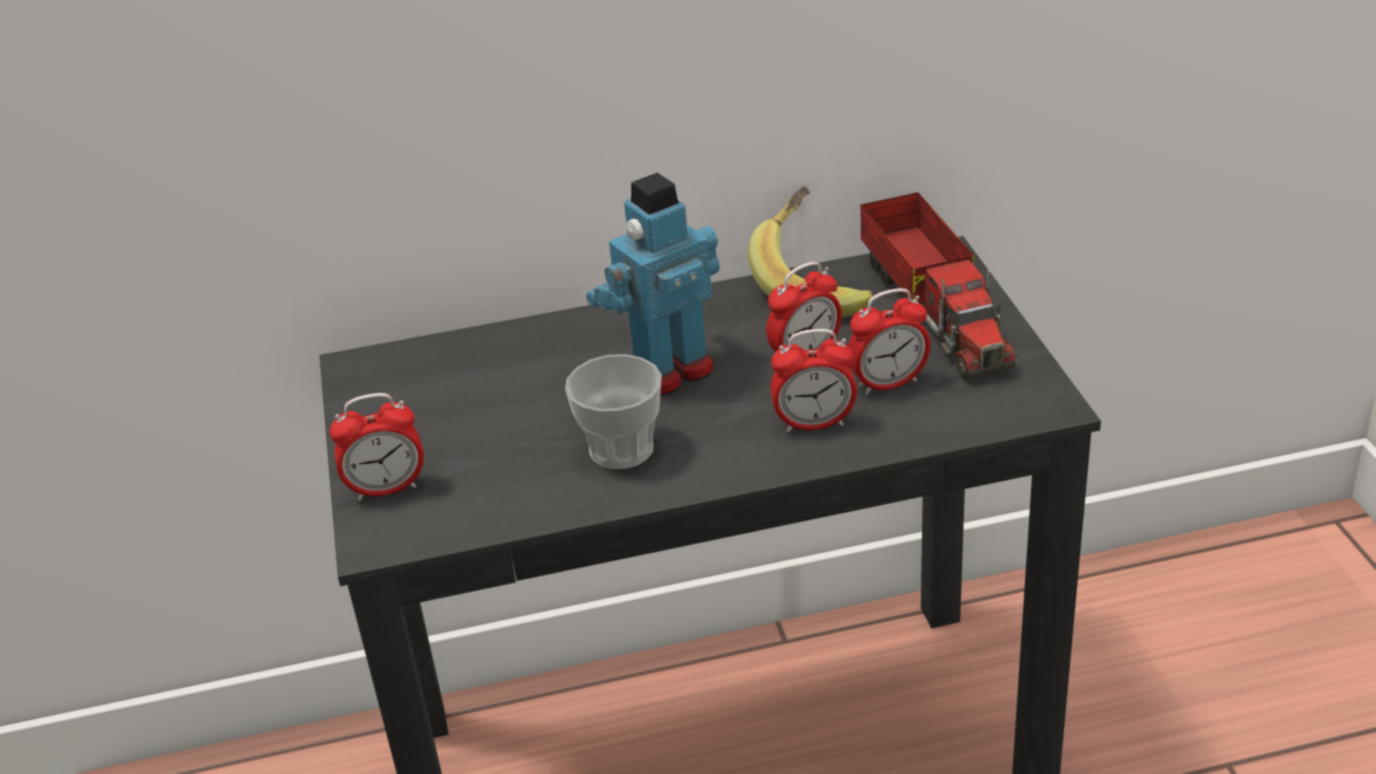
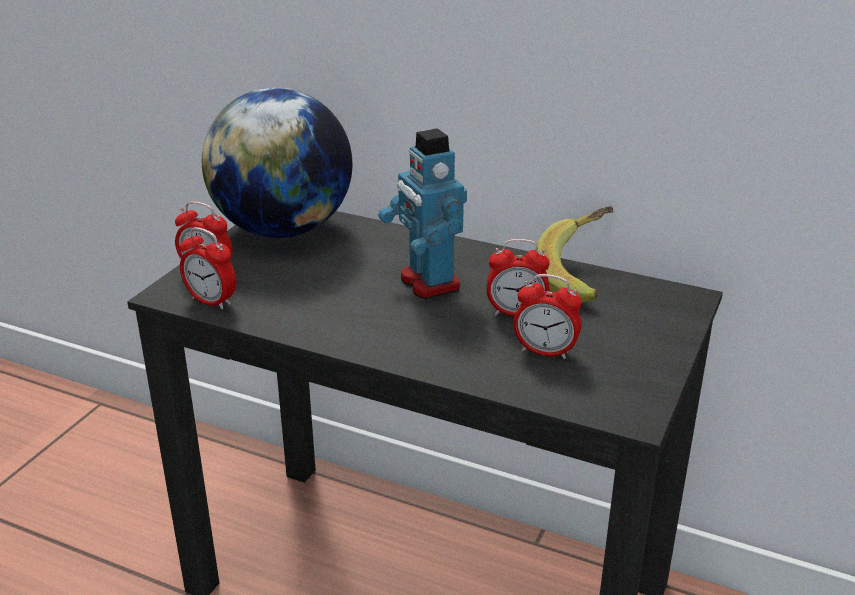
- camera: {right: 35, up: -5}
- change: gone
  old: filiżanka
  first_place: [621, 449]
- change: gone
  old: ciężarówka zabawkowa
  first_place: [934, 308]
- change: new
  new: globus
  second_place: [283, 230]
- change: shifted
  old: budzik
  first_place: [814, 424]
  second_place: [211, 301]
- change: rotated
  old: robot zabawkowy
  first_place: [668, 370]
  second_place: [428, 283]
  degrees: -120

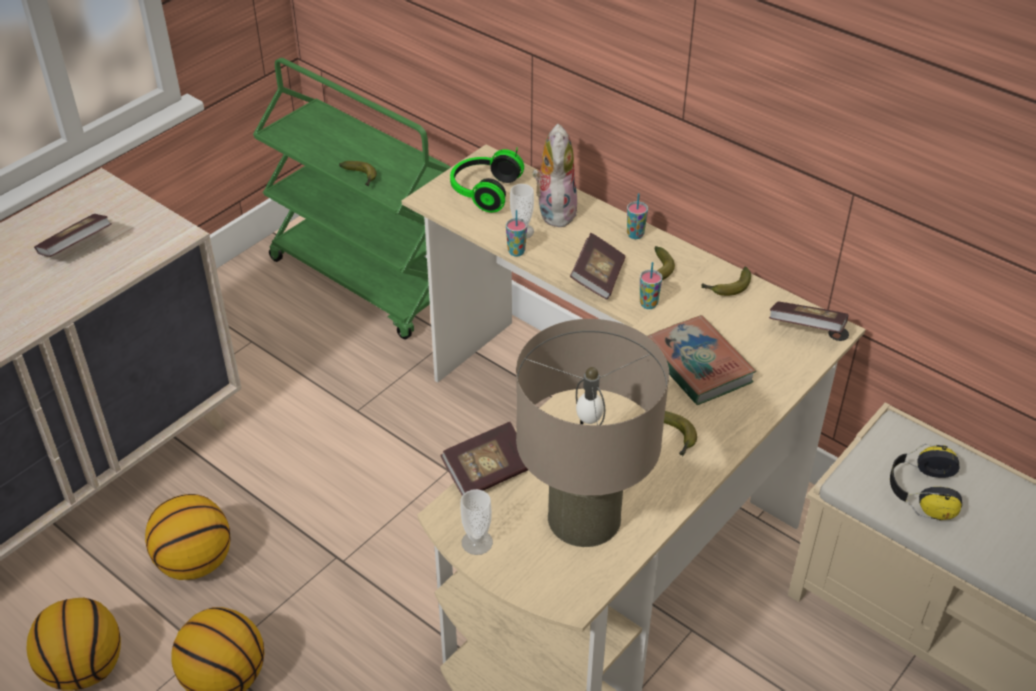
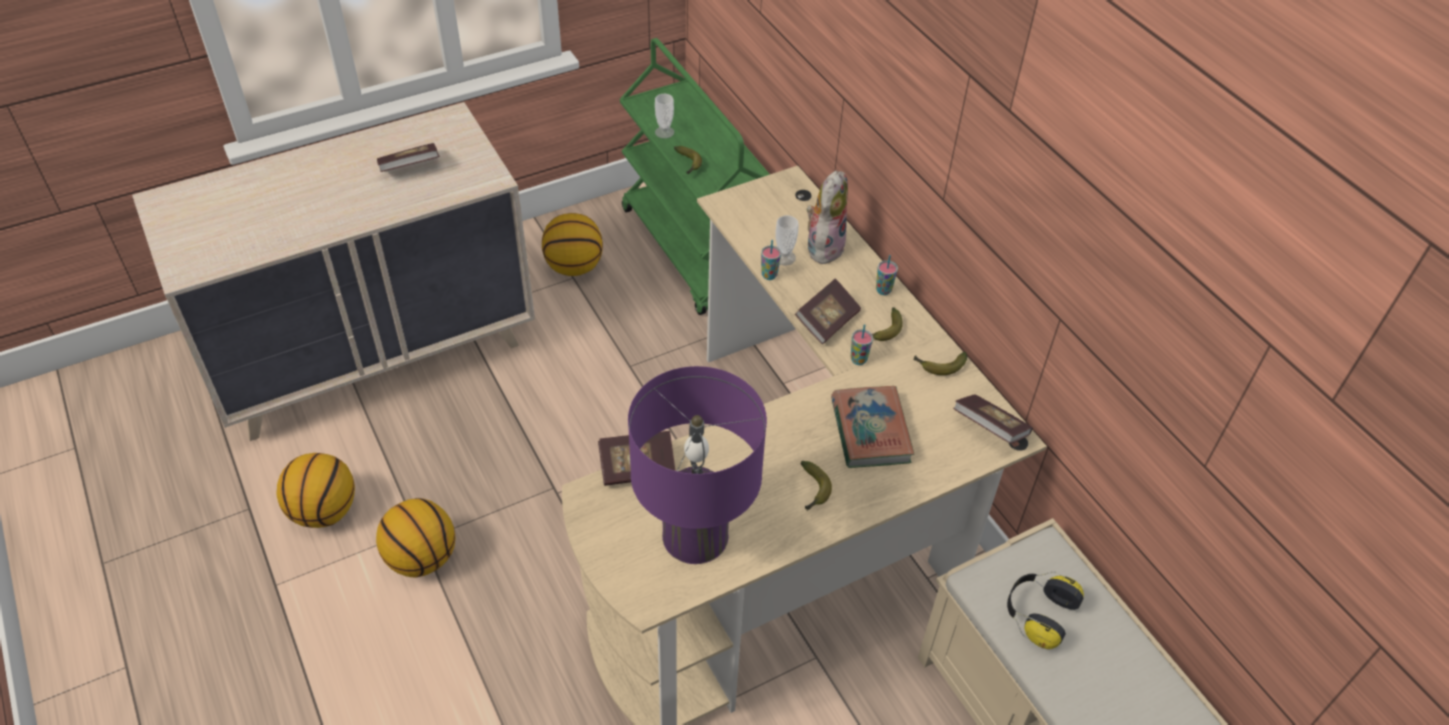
- camera: {right: 20, up: 5}
- change: gone
  old: słuchawki
  first_place: [483, 191]
- change: shifted
  old: piłka do koszykówki
  first_place: [194, 562]
  second_place: [574, 266]
- change: shifted
  old: filiżanka
  first_place: [477, 542]
  second_place: [664, 132]
- change: repainted
  old: lampa stołowa/beżowy
  new: lampa stołowa/fioletowy
  first_place: [584, 517]
  second_place: [695, 535]

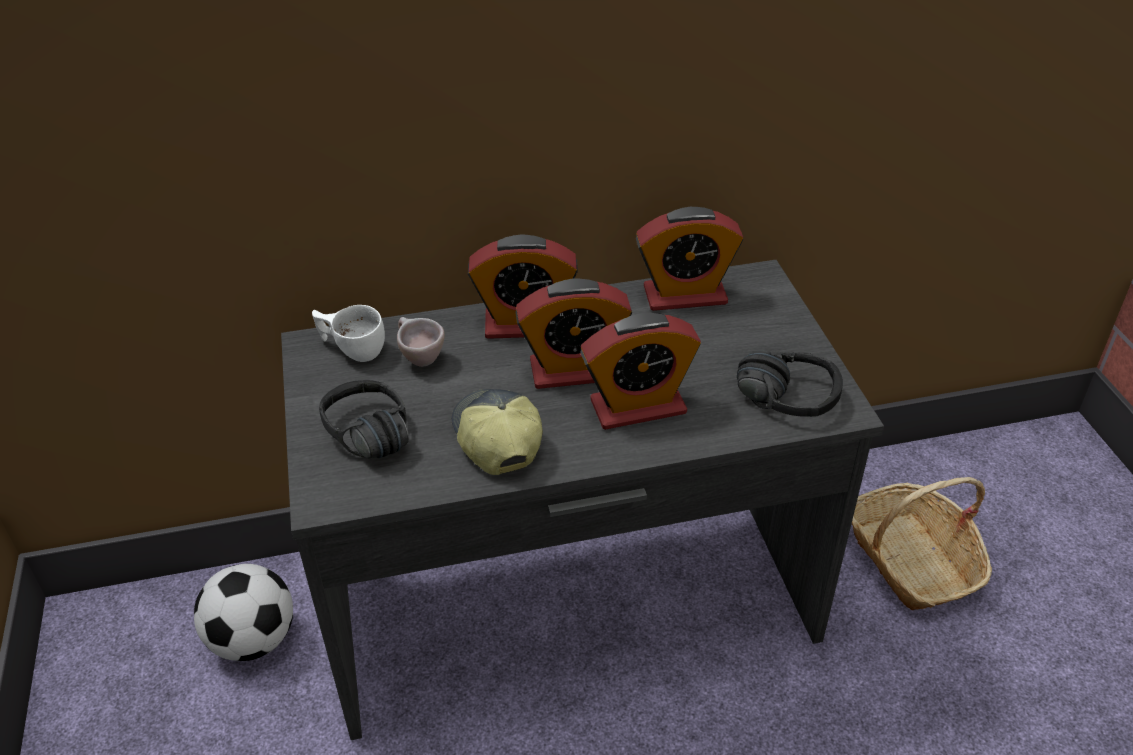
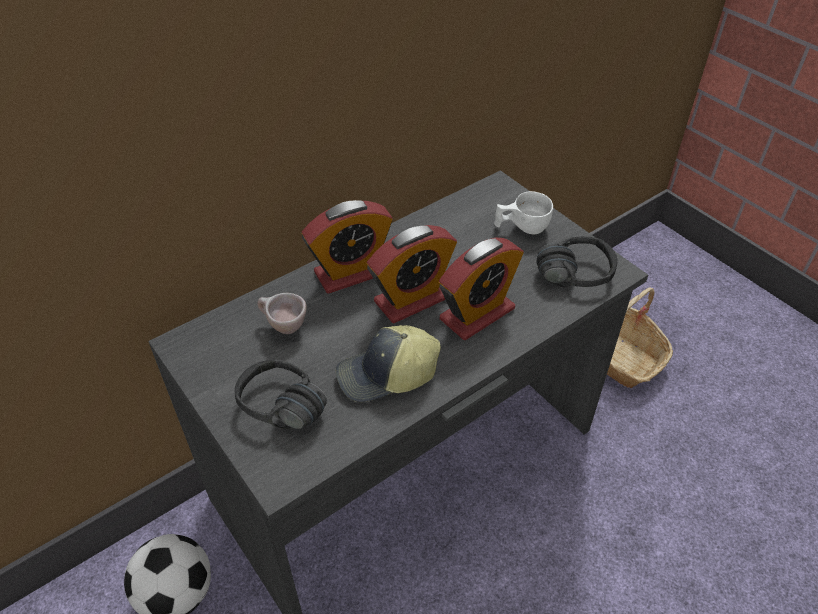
- camera: {right: -25, up: 5}
- change: gone
  old: budzik
  first_place: [685, 295]
- change: shifted
  old: filiżanka/biały
  first_place: [352, 349]
  second_place: [521, 227]
- change: rotated
  old: czapka z daszkiem
  first_place: [495, 439]
  second_place: [387, 375]
  degrees: -60

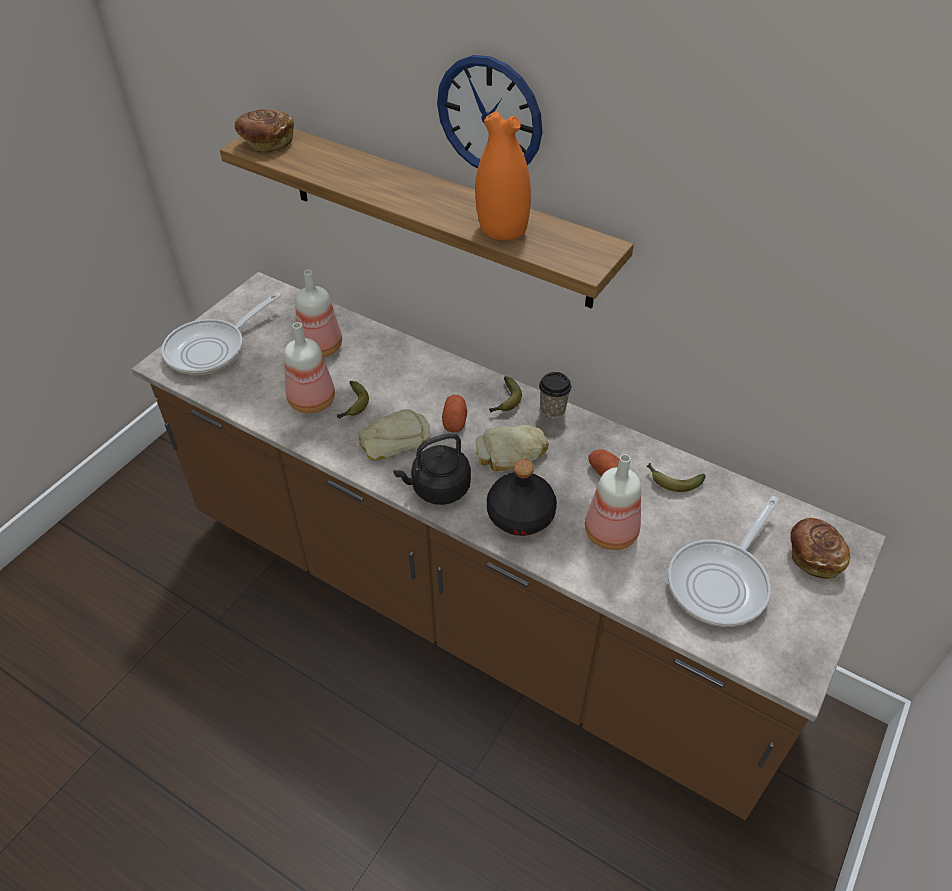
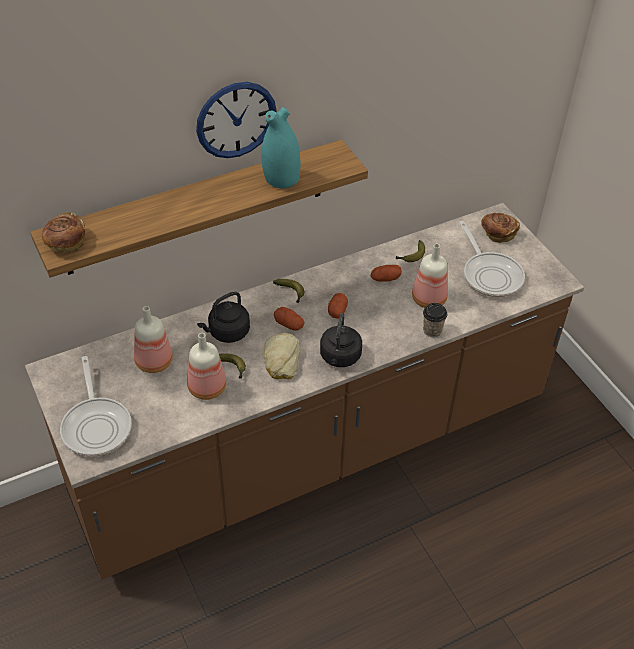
- camera: {right: -60, up: 0}
- change: gone
  old: butelka/czarny
  first_place: [521, 515]
- change: new
  new: czajnik/czarny
  second_place: [227, 332]
- change: shifted
  old: filiżanka
  first_place: [553, 410]
  second_place: [432, 330]
- change: swapped
  old: chleb
  new: ziemniak
  first_place: [512, 453]
  second_place: [337, 310]
- change: repainted
  old: wazon/pomarańczowy
  new: wazon/turkusowy
  first_place: [502, 228]
  second_place: [281, 179]

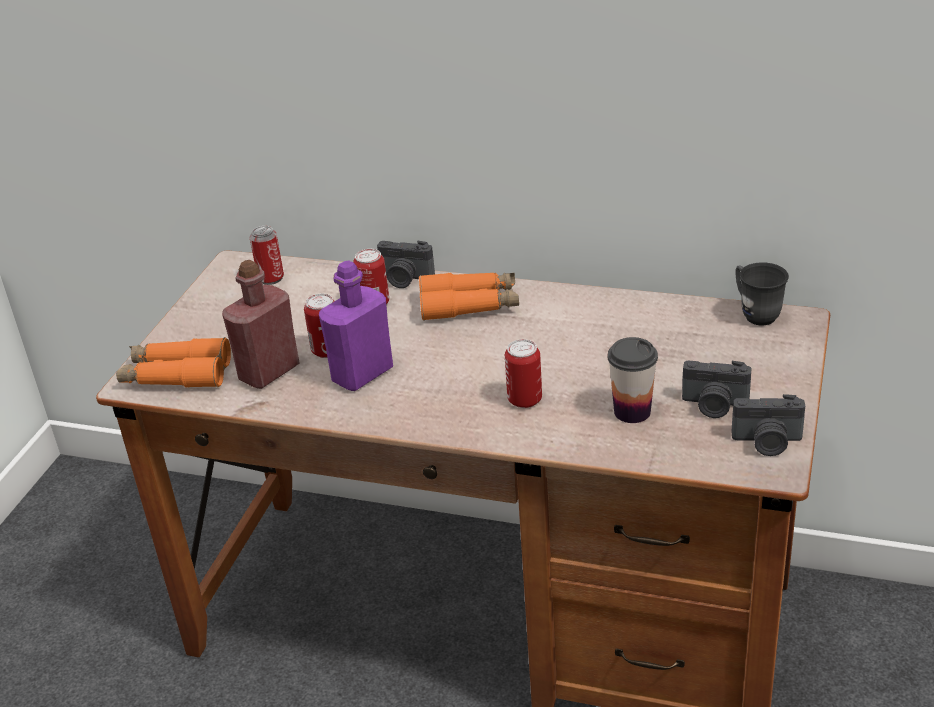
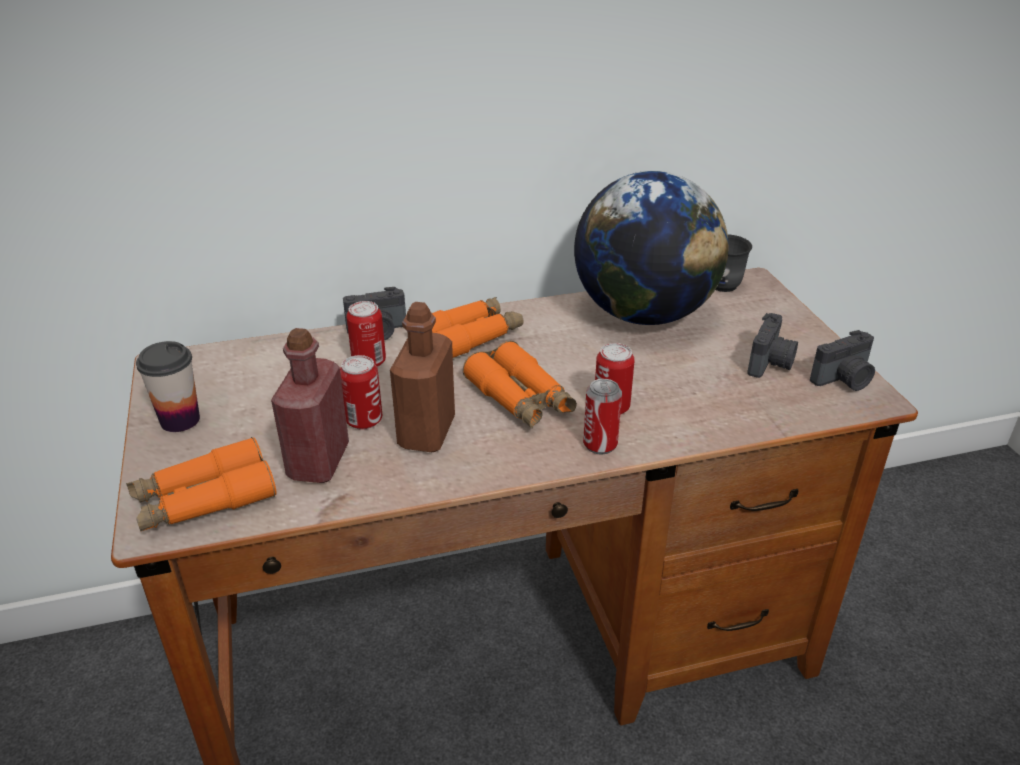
- camera: {right: -35, up: 0}
- change: new
  new: lornetka/pomarańczowy
  second_place: [520, 399]
- change: new
  new: globus
  second_place: [643, 314]
- change: shifted
  old: puszka
  first_place: [271, 278]
  second_place: [600, 445]
- change: shifted
  old: filiżanka
  first_place: [632, 411]
  second_place: [180, 420]
- change: repainted
  old: butelka/fioletowy
  new: butelka/brązowy
  first_place: [362, 374]
  second_place: [426, 432]
- change: rotated
  old: aparat fotograficzny
  first_place: [714, 405]
  second_place: [771, 363]
  degrees: -45

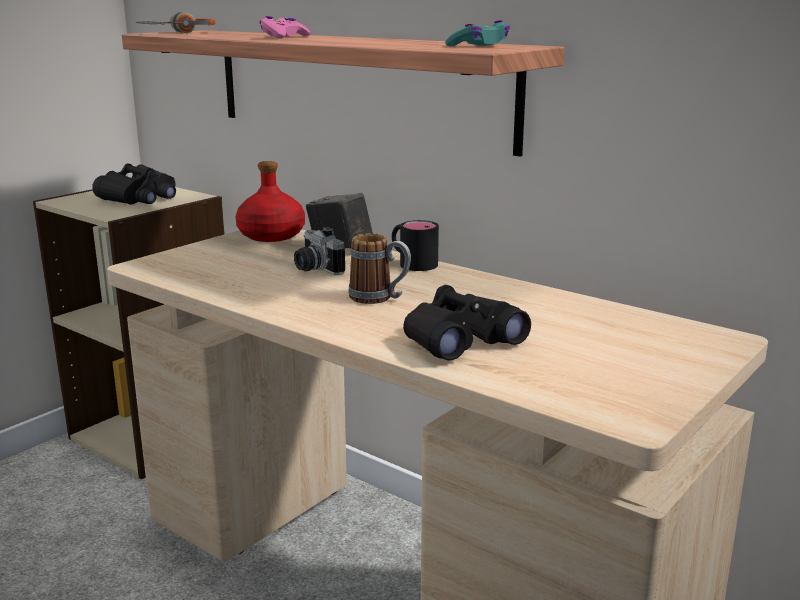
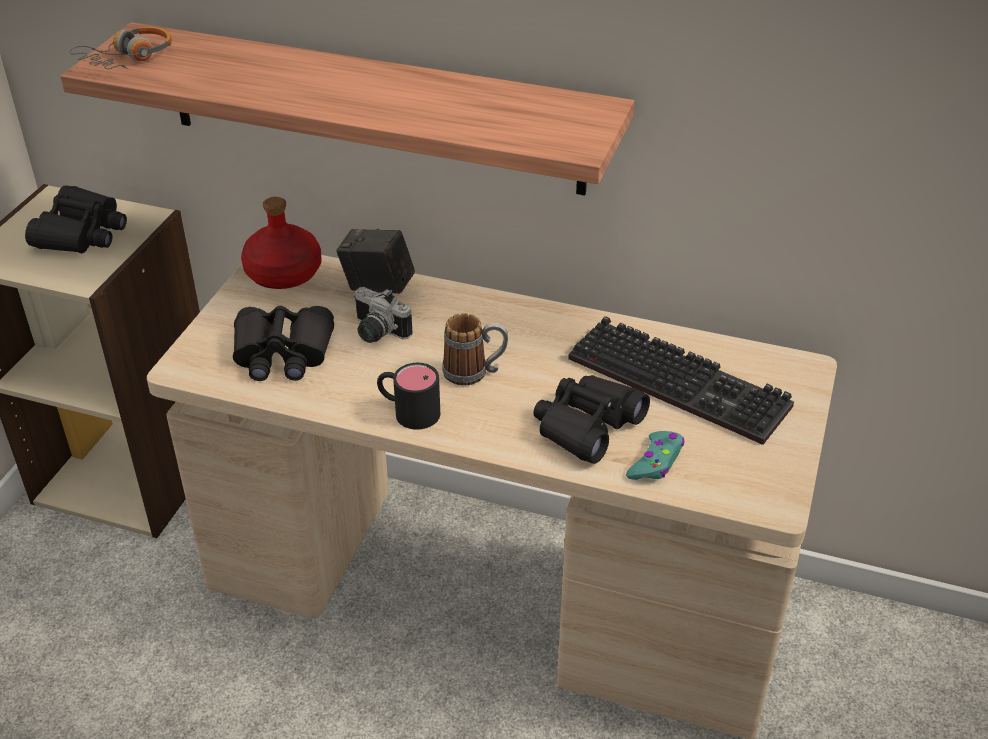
- camera: {right: -20, up: 20}
- change: gone
  old: pad do gier/różowy
  first_place: [284, 37]
- change: new
  new: lornetka/czarny
  second_place: [282, 354]
- change: new
  new: klawiatura
  second_place: [683, 382]
- change: shifted
  old: kubek/czarny
  first_place: [412, 263]
  second_place: [408, 411]
- change: shifted
  old: pad do gier/turkusowy
  first_place: [480, 45]
  second_place: [656, 462]

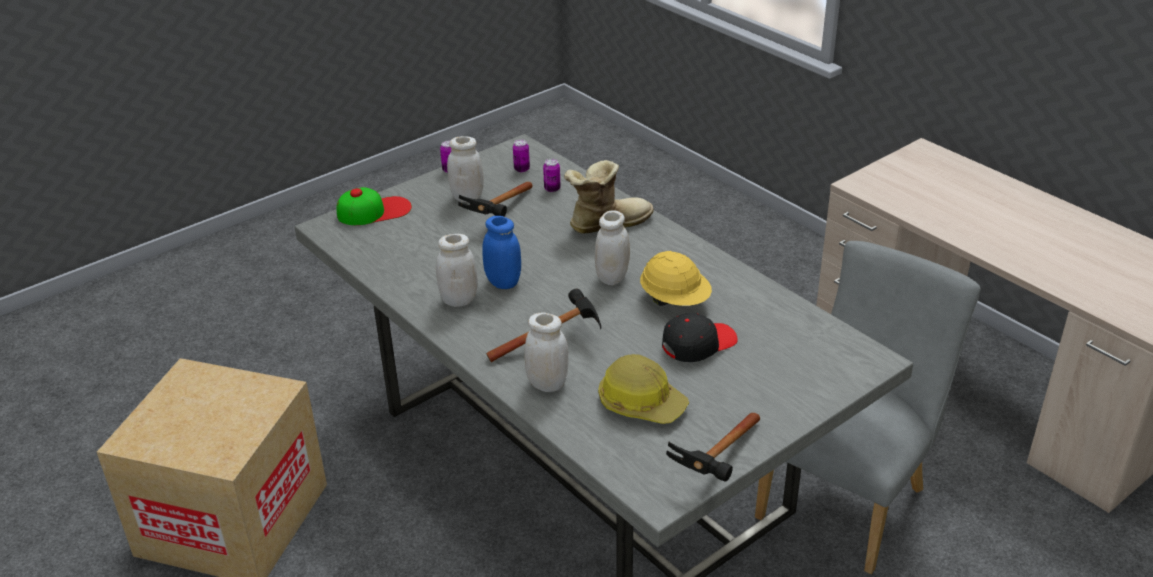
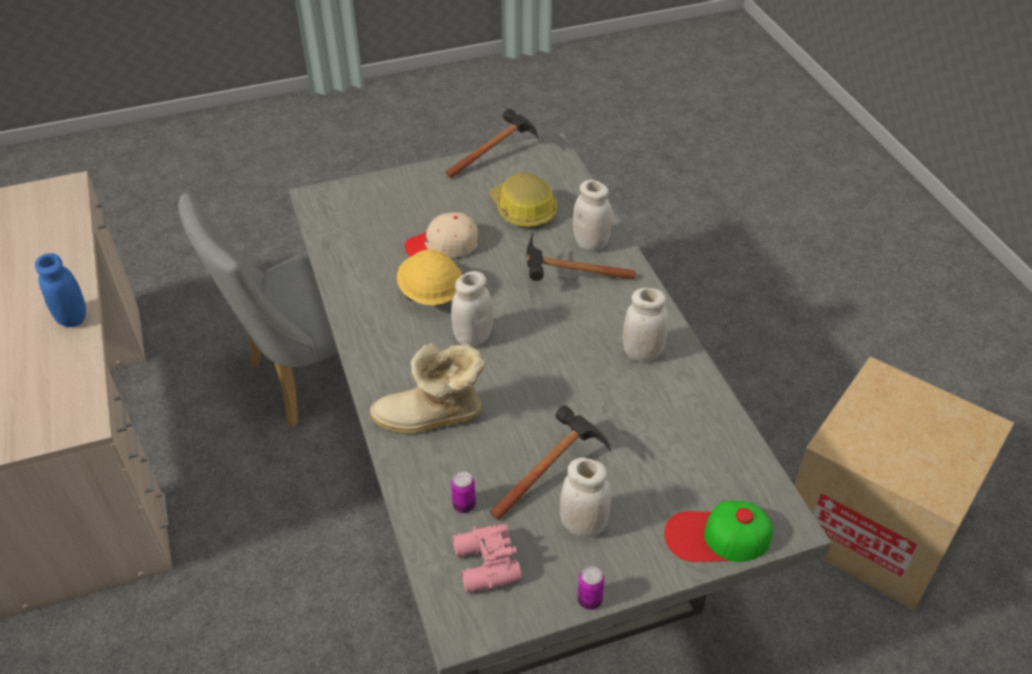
- camera: {right: -160, up: 10}
- change: shifted
  old: słoik/niebieski
  first_place: [503, 282]
  second_place: [72, 318]
- change: swapped
  old: puszka
  new: lornetka/różowy
  first_place: [522, 169]
  second_place: [485, 565]
- change: repainted
  old: czapka z daszkiem/czarny
  new: czapka z daszkiem/beżowy
  first_place: [698, 344]
  second_place: [443, 246]

